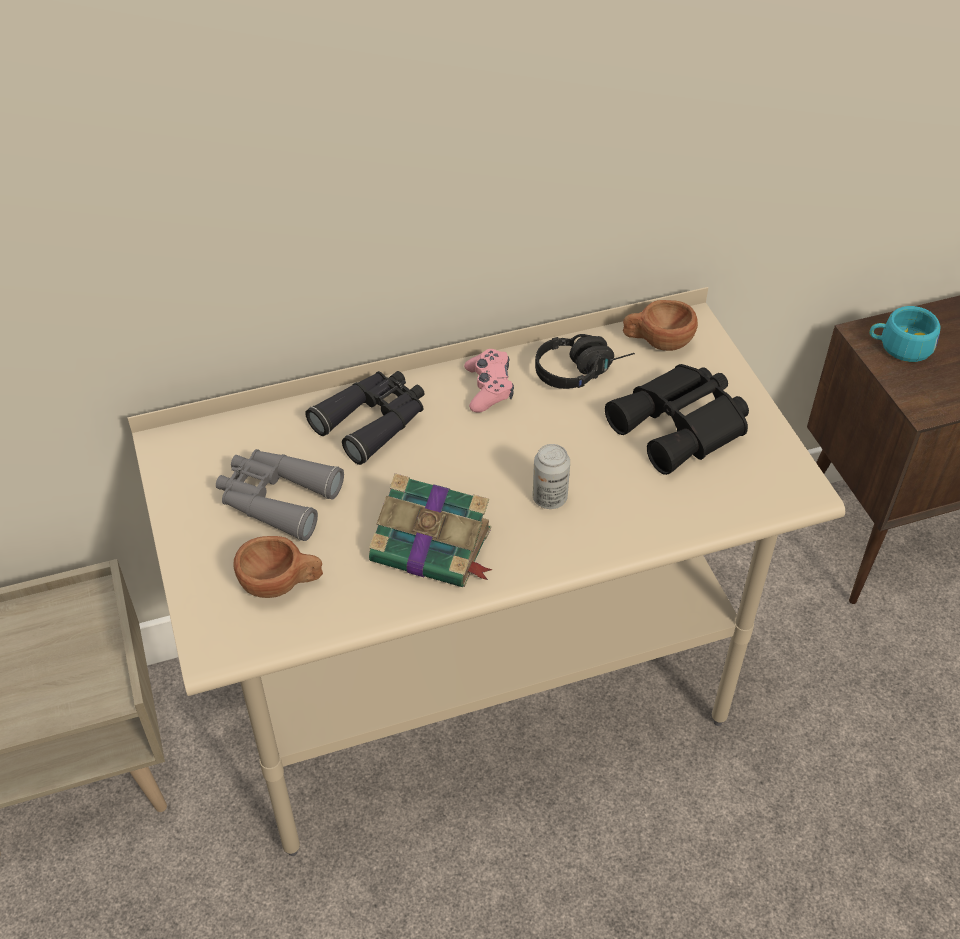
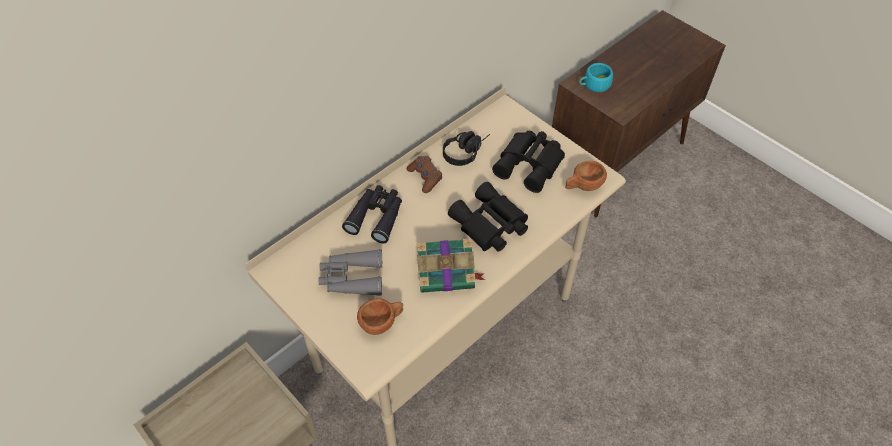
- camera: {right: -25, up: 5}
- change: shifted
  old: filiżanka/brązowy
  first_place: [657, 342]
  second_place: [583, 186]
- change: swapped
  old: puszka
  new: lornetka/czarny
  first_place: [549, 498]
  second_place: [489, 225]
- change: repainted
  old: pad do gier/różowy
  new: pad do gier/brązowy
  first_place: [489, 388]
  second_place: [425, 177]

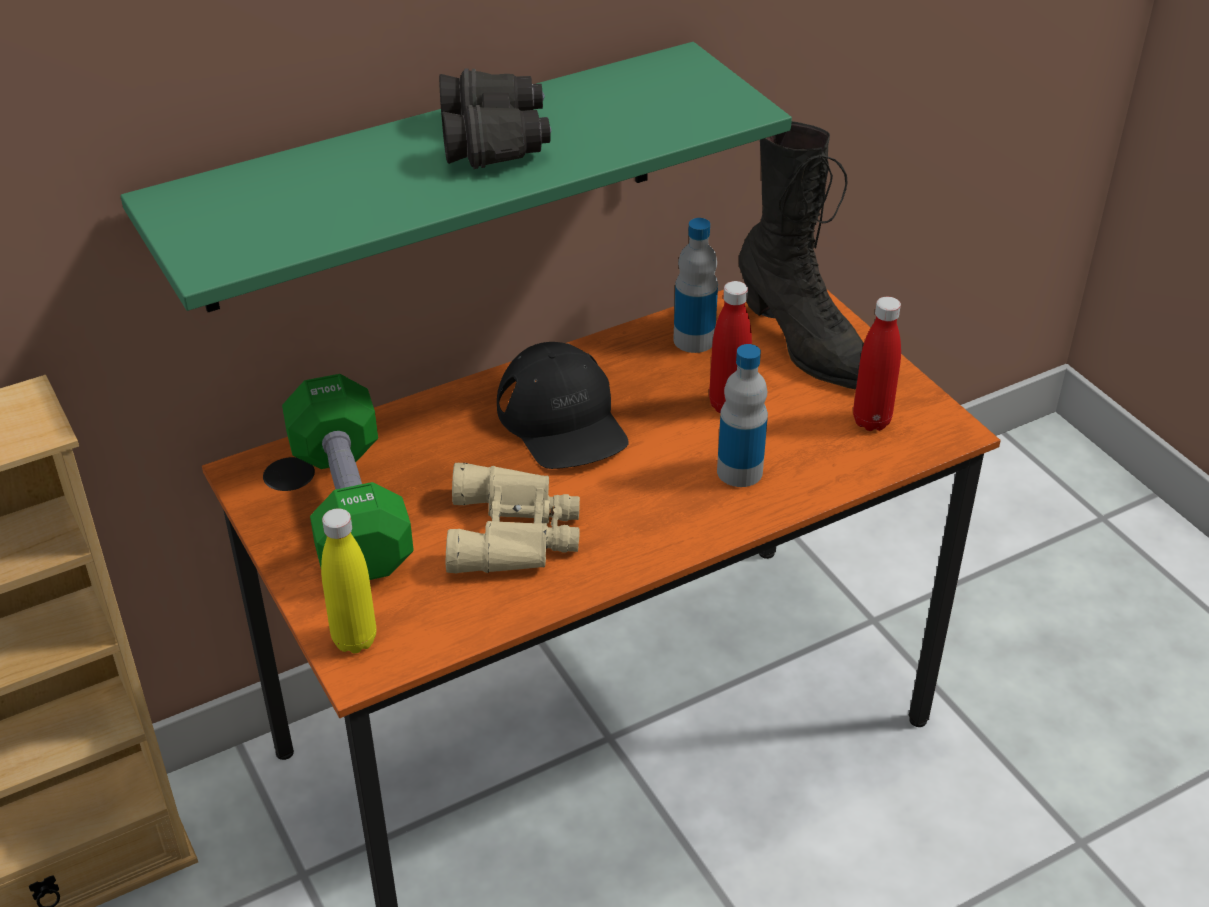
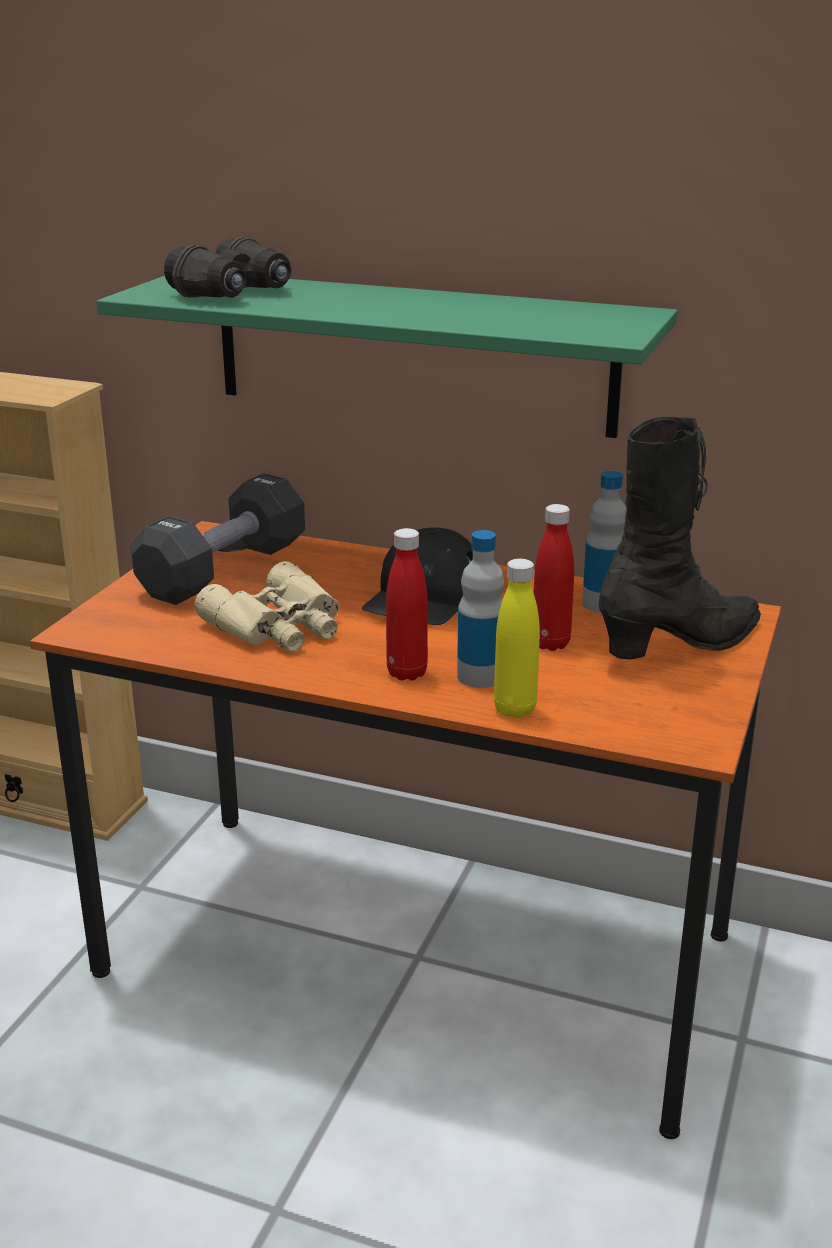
- camera: {right: 50, up: -15}
- change: shifted
  old: butelka/żółty
  first_place: [354, 639]
  second_place: [515, 709]
- change: shifted
  old: lornetka/czarny
  first_place: [495, 140]
  second_place: [234, 293]
- change: shifted
  old: butelka/czerwony
  first_place: [871, 421]
  second_place: [407, 673]
- change: repainted
  old: hantel/zielony
  new: hantel/czarny
  first_place: [350, 508]
  second_place: [224, 570]
- change: rotated
  old: but z cholewką/czarny
  first_place: [805, 345]
  second_place: [682, 644]
  degrees: -135

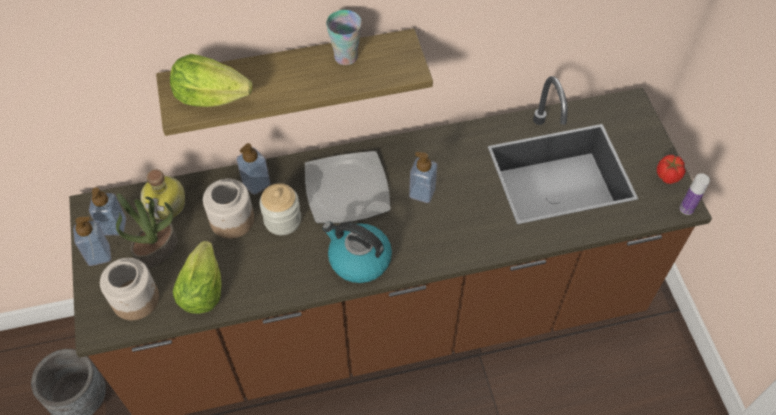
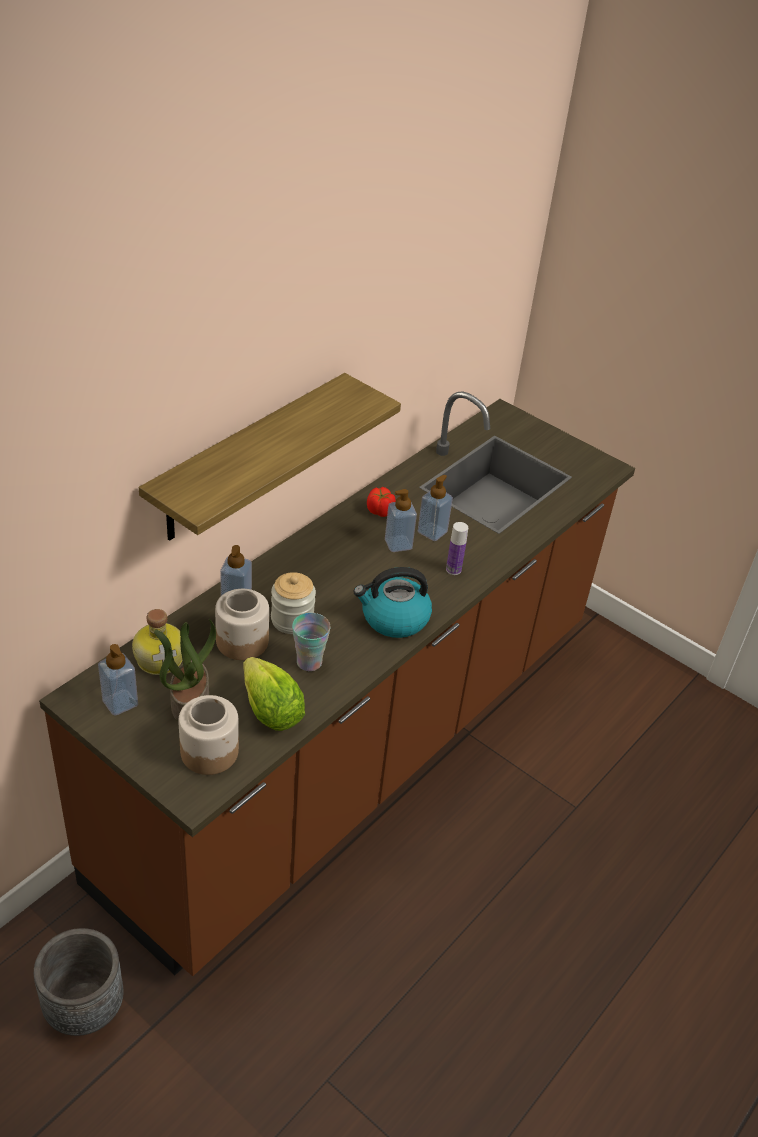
- camera: {right: -40, up: -15}
- change: gone
  old: sałata
  first_place: [211, 97]
- change: gone
  old: talerz
  first_place: [347, 189]
- change: shifted
  old: dozownik mydła
  first_place: [99, 255]
  second_place: [432, 532]
- change: shifted
  old: filiżanka
  first_place: [346, 57]
  second_place: [309, 662]
- change: shifted
  old: pomidor
  first_place: [668, 175]
  second_place: [380, 511]
- change: shifted
  old: butelka
  first_place: [686, 209]
  second_place: [453, 569]

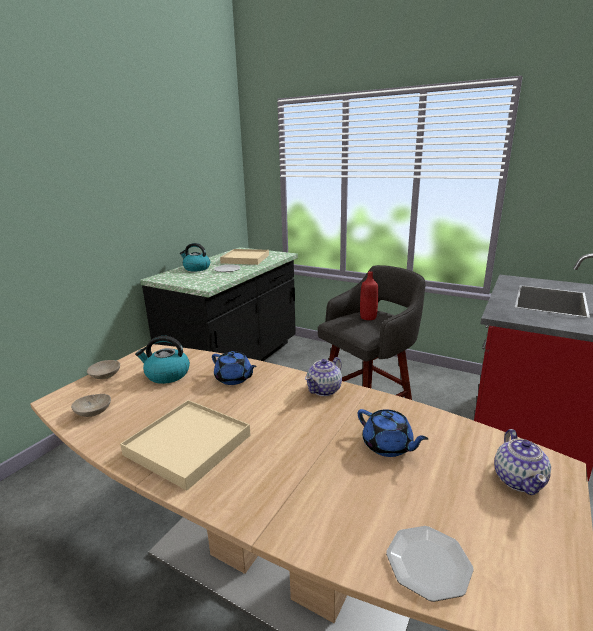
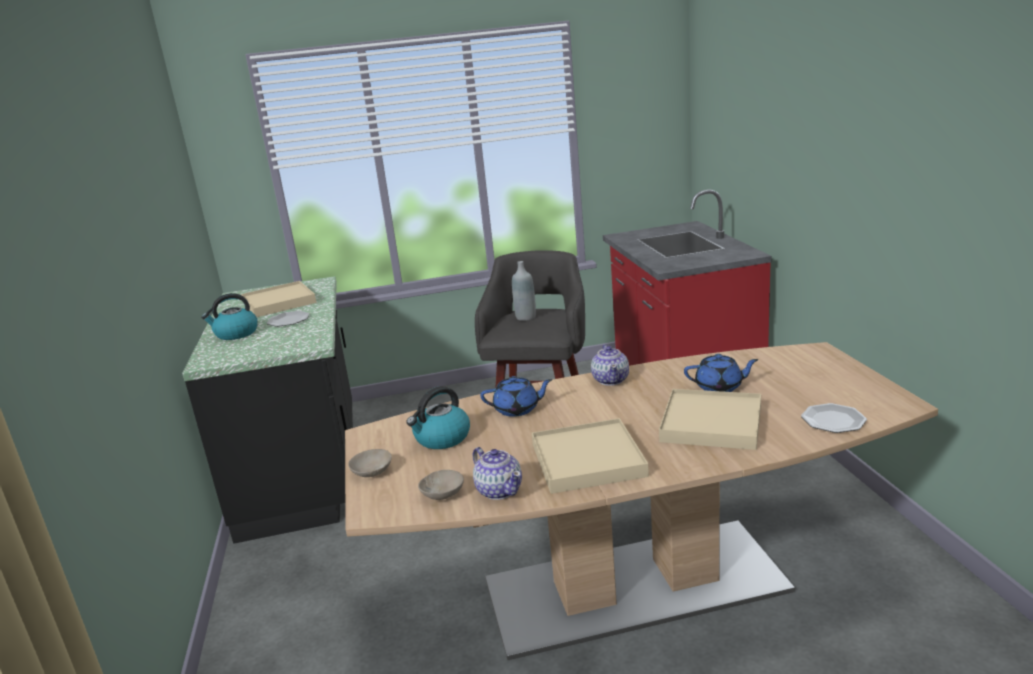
- camera: {right: -40, up: 0}
- change: new
  new: taca/beżowy
  second_place: [711, 423]
- change: shifted
  old: imbryk
  first_place: [519, 480]
  second_place: [499, 490]
- change: repainted
  old: butelka/czerwony
  new: butelka/szary
  first_place: [368, 317]
  second_place: [525, 317]

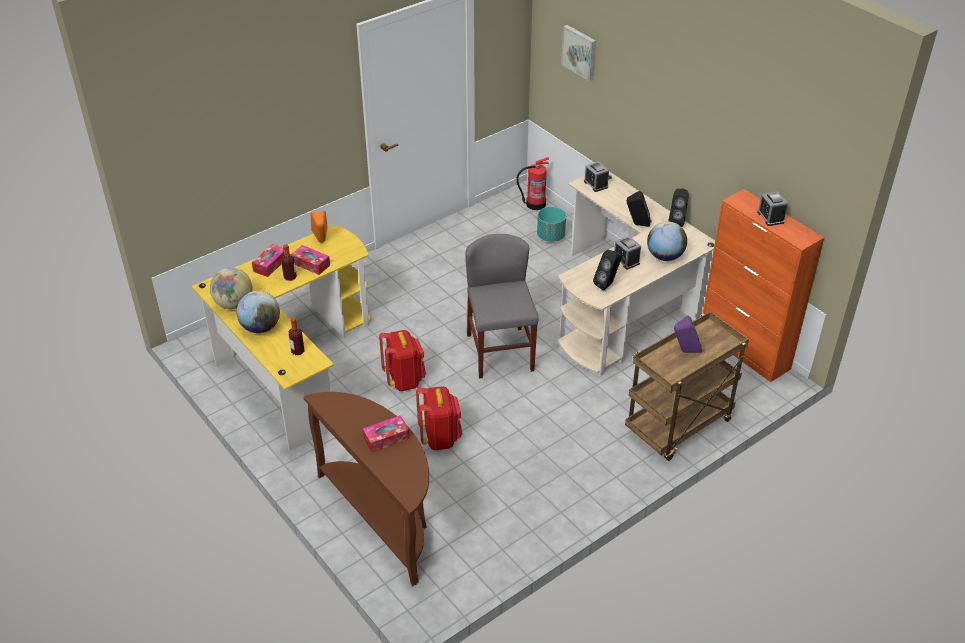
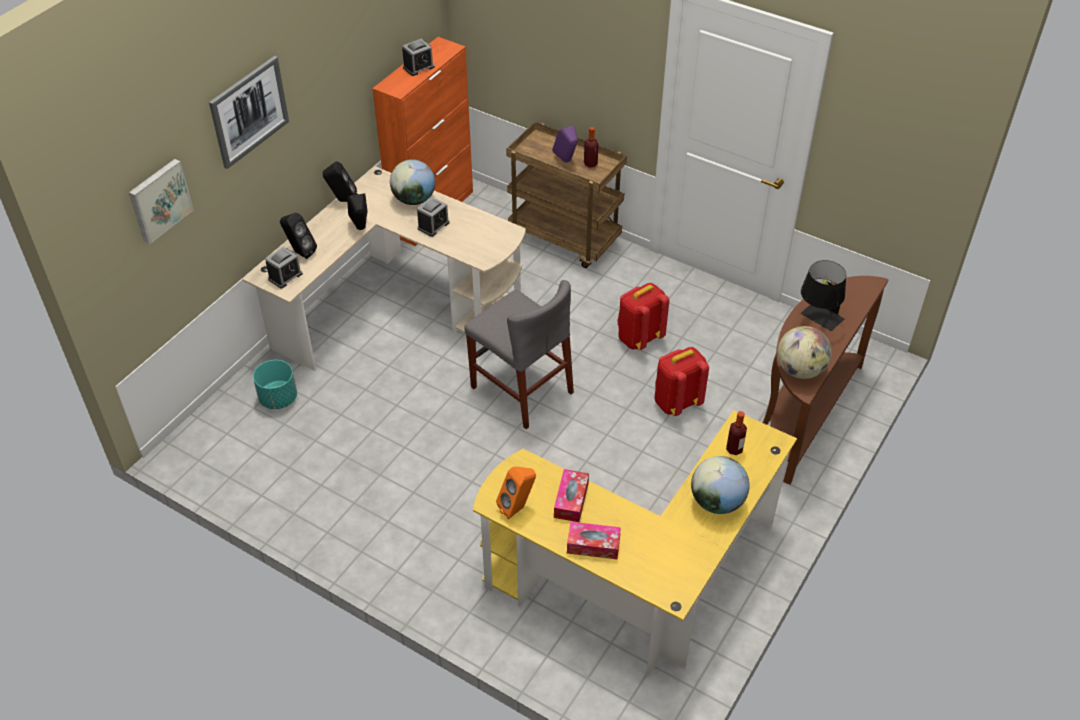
- camera: {right: -110, up: 5}
- change: gone
  old: gaśnica
  first_place: [535, 204]
- change: new
  new: obraz
  second_place: [249, 111]
- change: shifted
  old: globus
  first_place: [234, 304]
  second_place: [800, 370]
- change: shifted
  old: butelka
  first_place: [290, 277]
  second_place: [590, 164]
- change: shifted
  old: plecak/czerwony
  first_place: [404, 380]
  second_place: [639, 338]
- change: shifted
  old: głośnik/czarny
  first_place: [607, 284]
  second_place: [300, 252]
- change: swapped
  old: pudełko chusteczek
  new: lampa stołowa/czarny
  first_place: [386, 438]
  second_place: [818, 320]
- change: rotated
  old: krzesło/szary
  first_place: [500, 352]
  second_place: [521, 389]
  degrees: -105

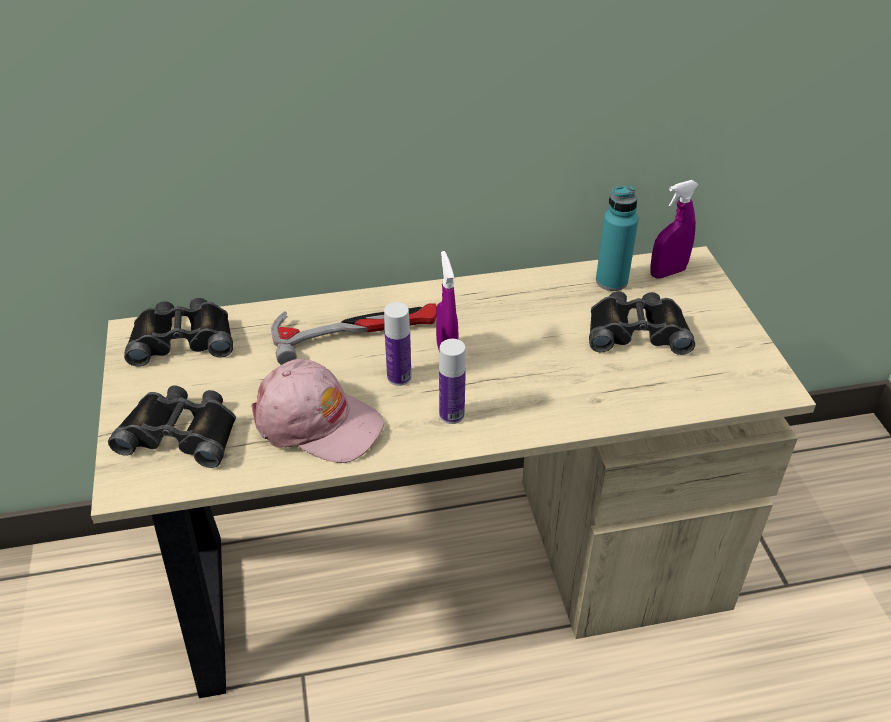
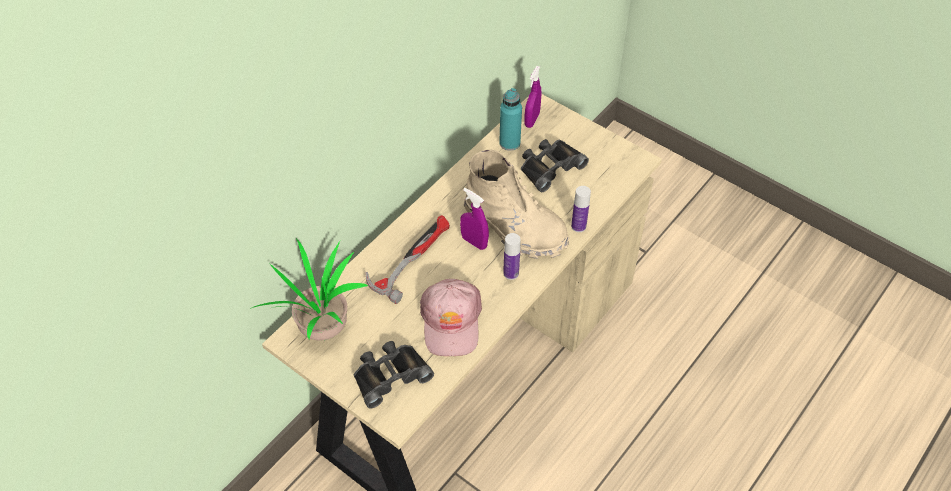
- camera: {right: -40, up: 10}
- change: new
  new: but z cholewką/beżowy
  second_place: [515, 227]
- change: shifted
  old: butelka
  first_place: [399, 377]
  second_place: [578, 226]
- change: swapped
  old: lornetka/czarny
  new: roślina doniczkowa
  first_place: [182, 338]
  second_place: [321, 325]
- change: rotated
  old: czapka z daszkiem/różowy
  first_place: [317, 422]
  second_place: [451, 321]
  degrees: 105

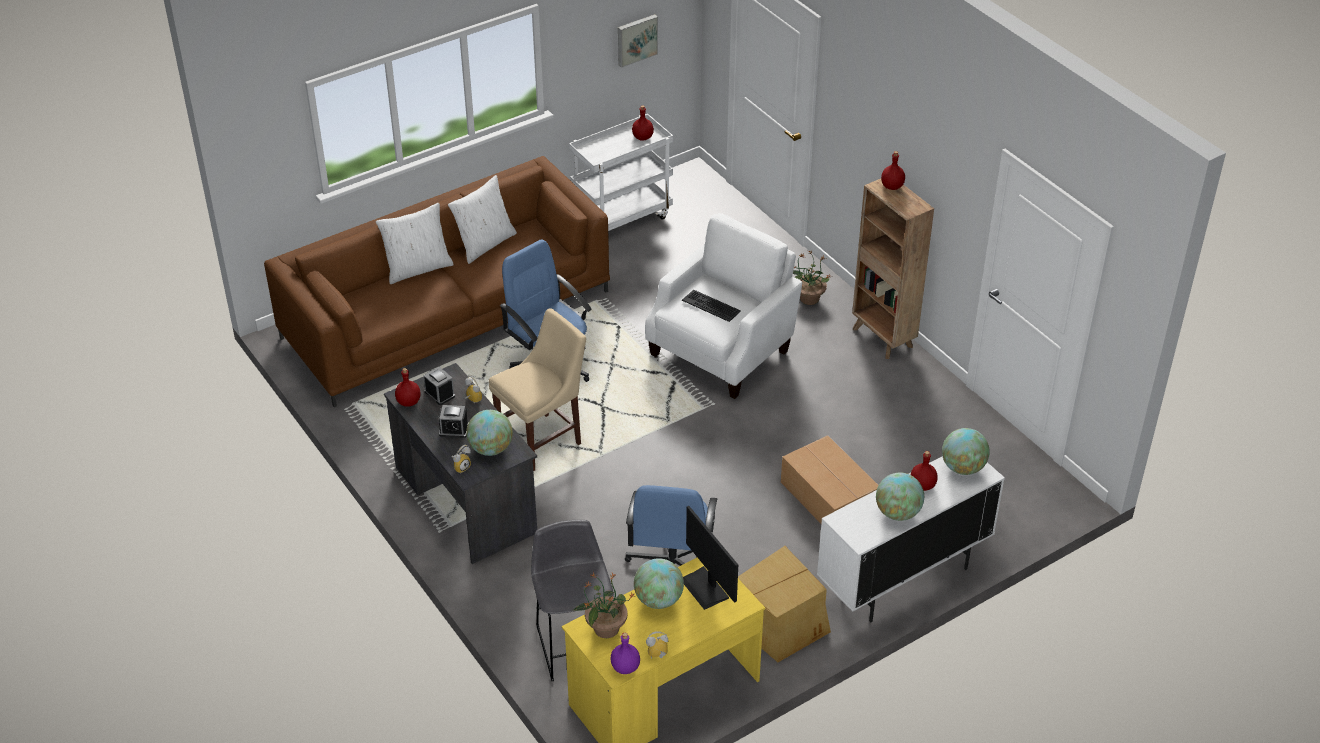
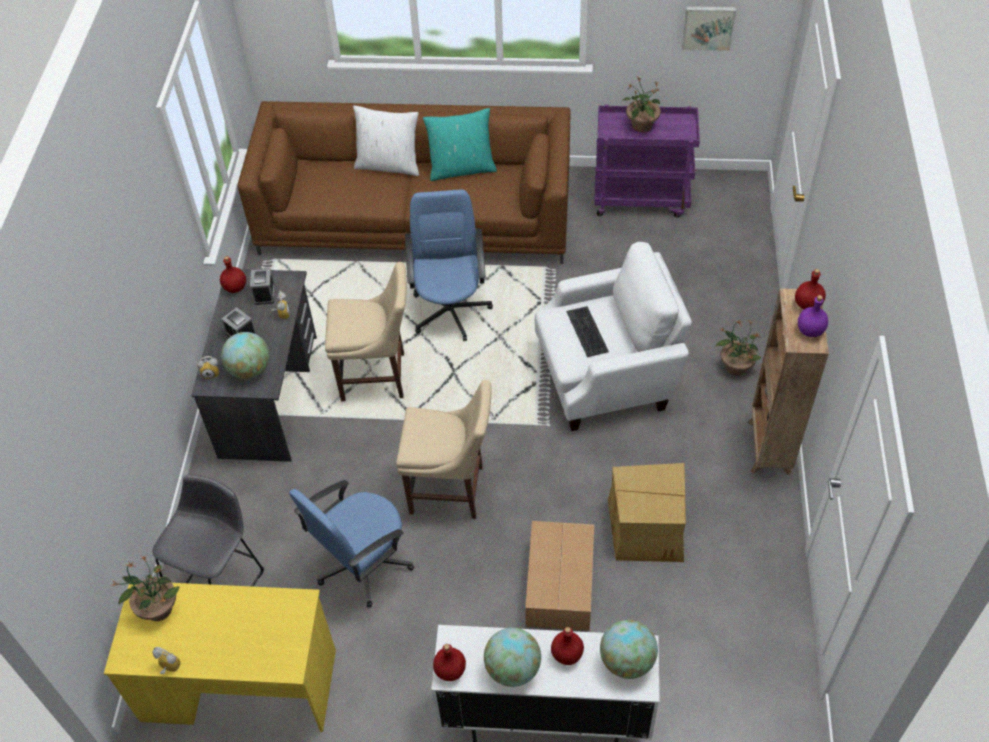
- camera: {right: 40, up: 10}
- change: gone
  old: globus
  first_place: [658, 599]
- change: gone
  old: monitor
  first_place: [705, 588]
- change: new
  new: krzesło/beżowy
  second_place: [451, 490]
- change: new
  new: roślina doniczkowa
  second_place: [641, 126]
- change: shifted
  old: butelka/fioletowy
  first_place: [626, 667]
  second_place: [810, 331]
- change: shifted
  old: butelka/czerwony
  first_place: [642, 138]
  second_place: [450, 671]
- change: shifted
  old: karton
  first_place: [780, 623]
  second_place: [648, 527]
- change: repainted
  old: poduszka/biały
  new: poduszka/turkusowy
  first_place: [485, 244]
  second_place: [461, 169]
- change: repainted
  old: wózek/biały
  new: wózek/fioletowy
  first_place: [622, 218]
  second_place: [642, 199]

